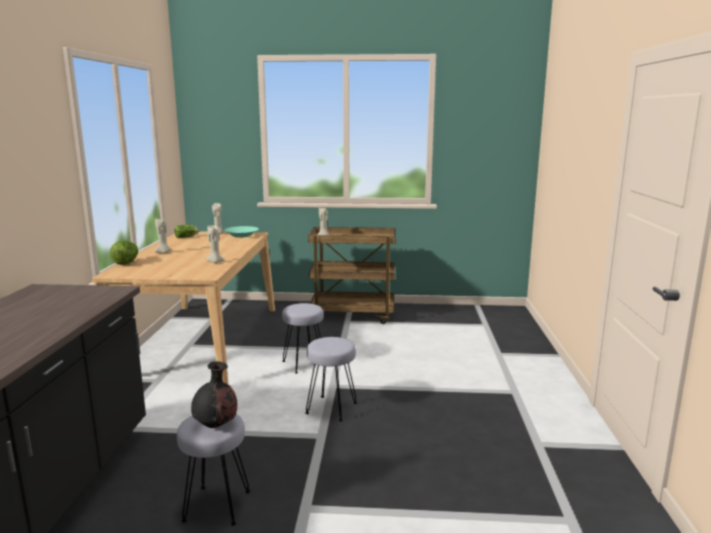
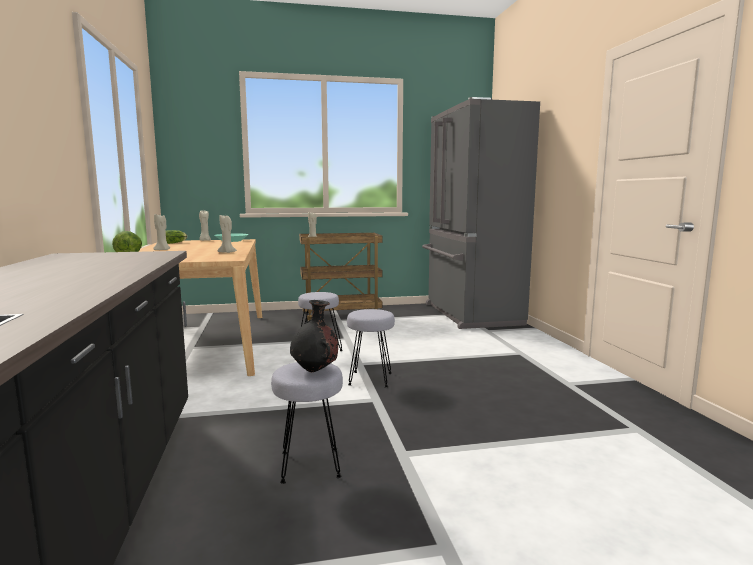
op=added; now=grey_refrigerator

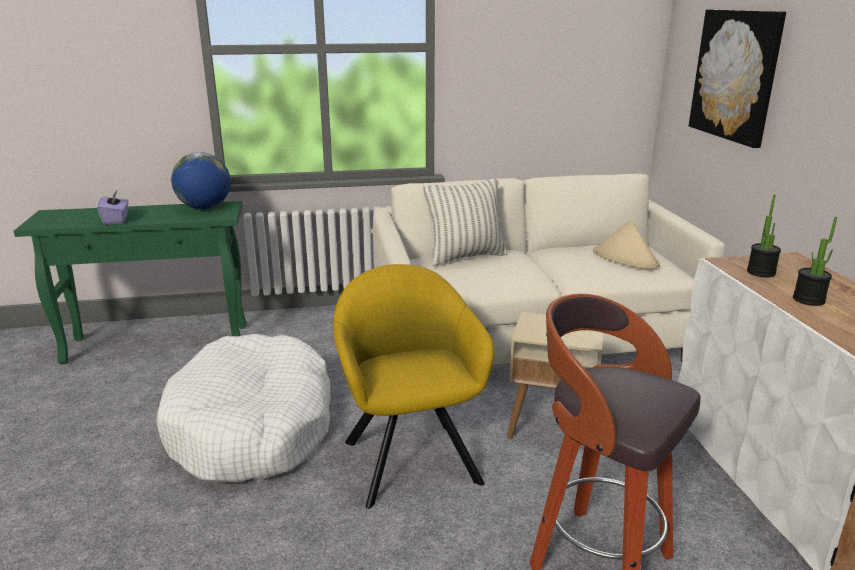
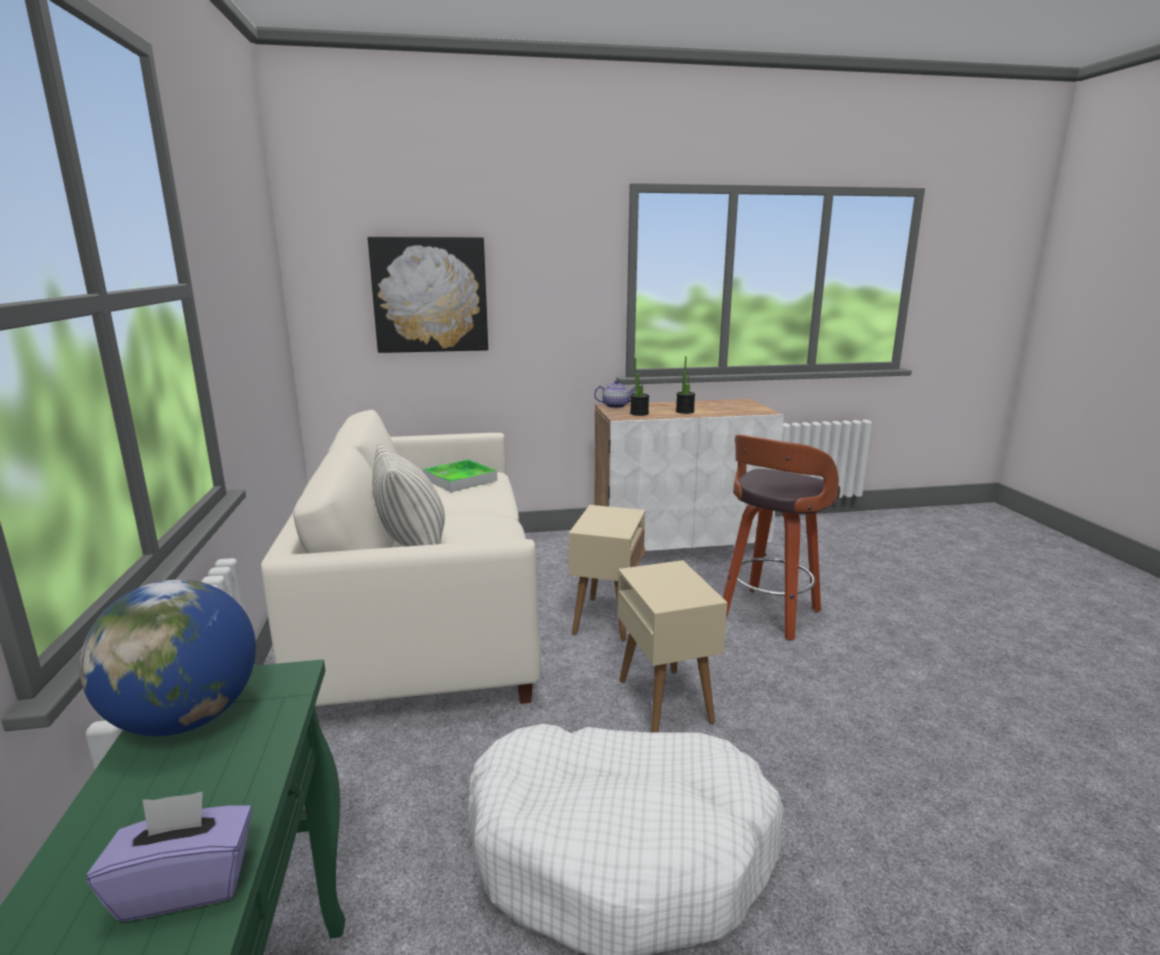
op=replaced; was=beige-coloured_wearable_hat; now=tray
op=added; now=teapot
op=replaced; was=yellow-coloured_easy_chair; now=beige-coloured_accent_table (2nd from left)

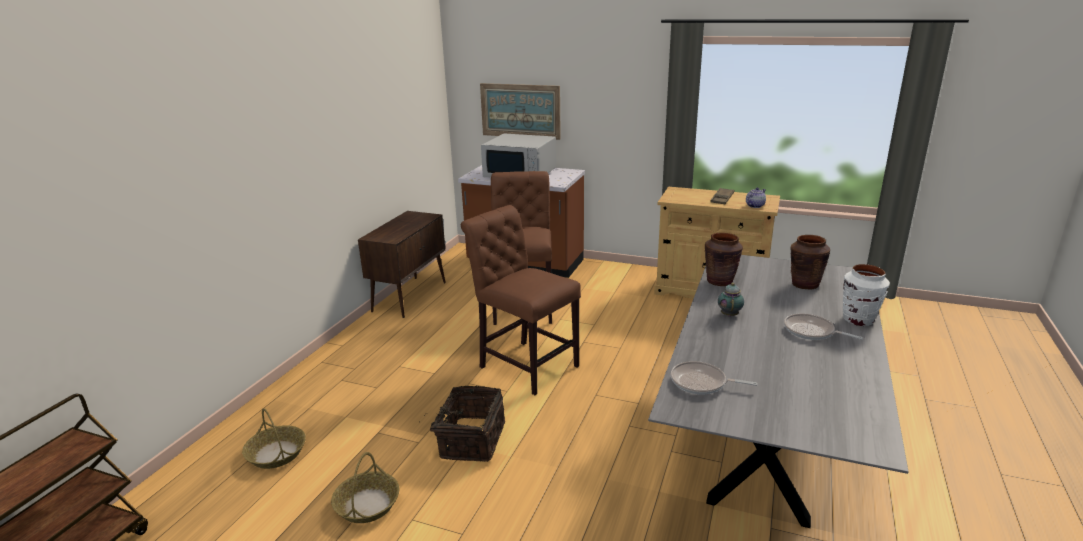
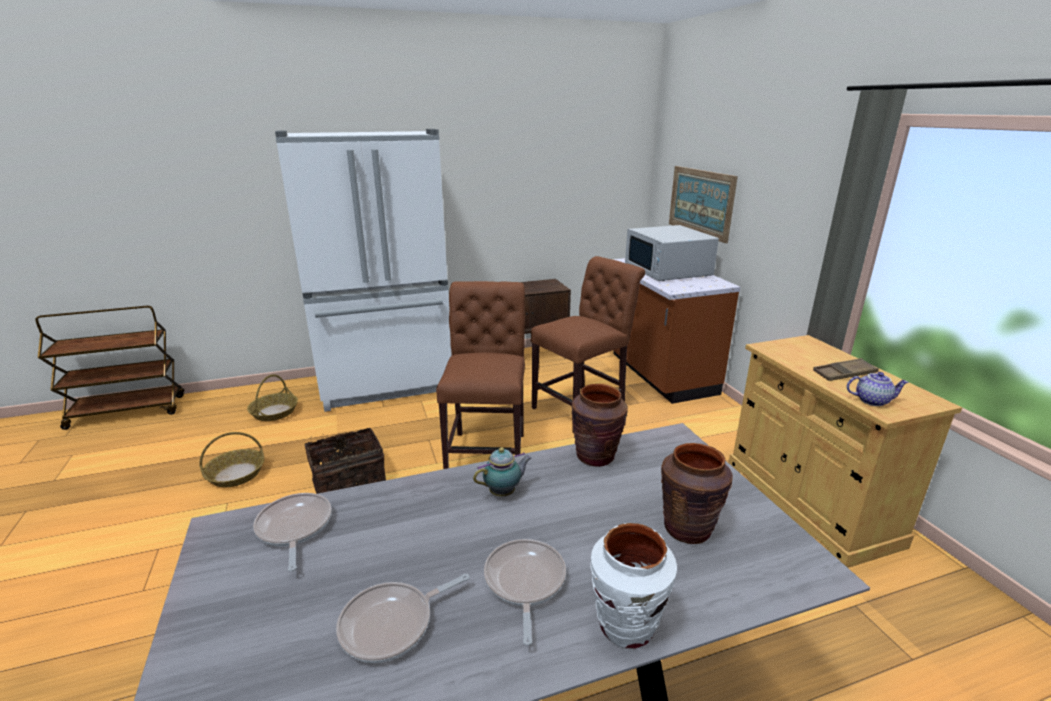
op=added; now=white_refrigerator
op=added; now=pan (2nd from left)

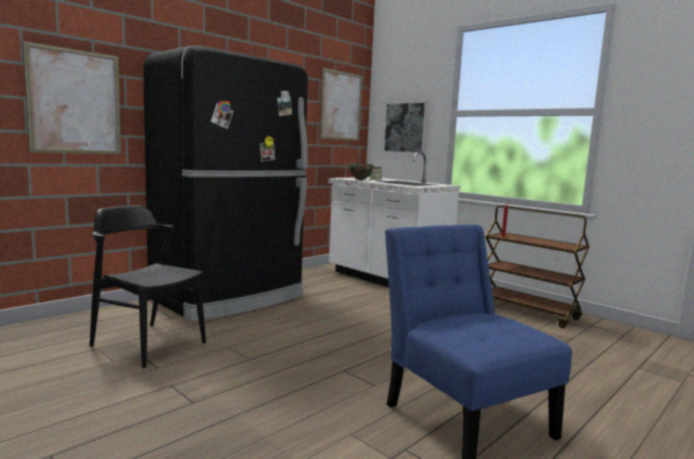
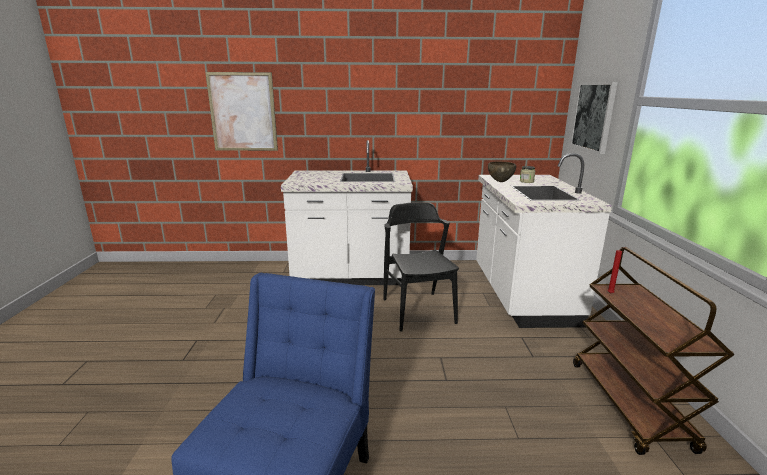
op=replaced; was=blackish_refrigerator; now=white_counter (1st from left)
op=moved; was=blackish_plain_chair
op=removed; was=picture (2nd from left)

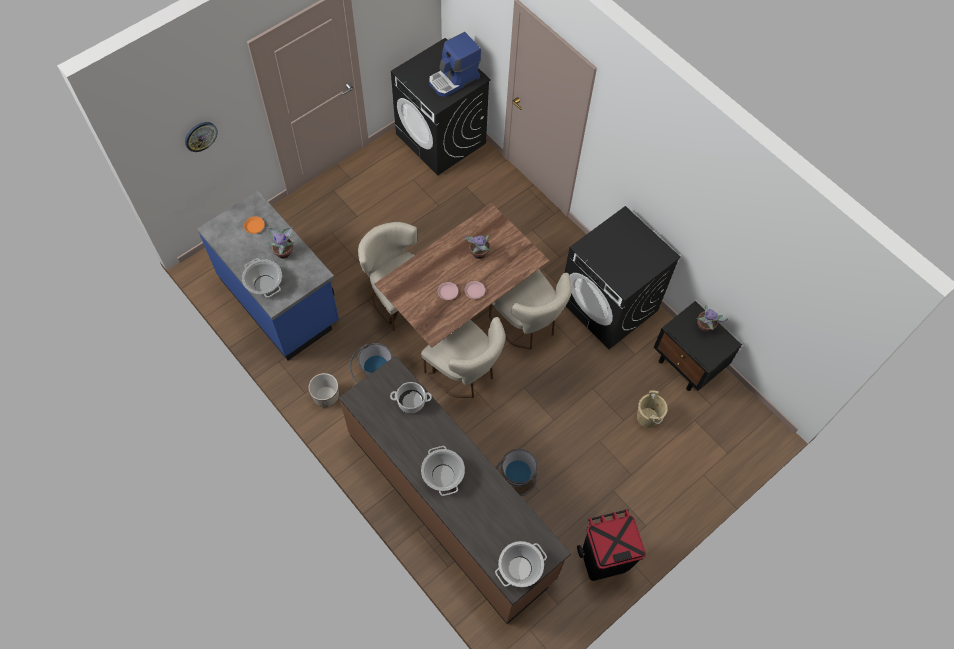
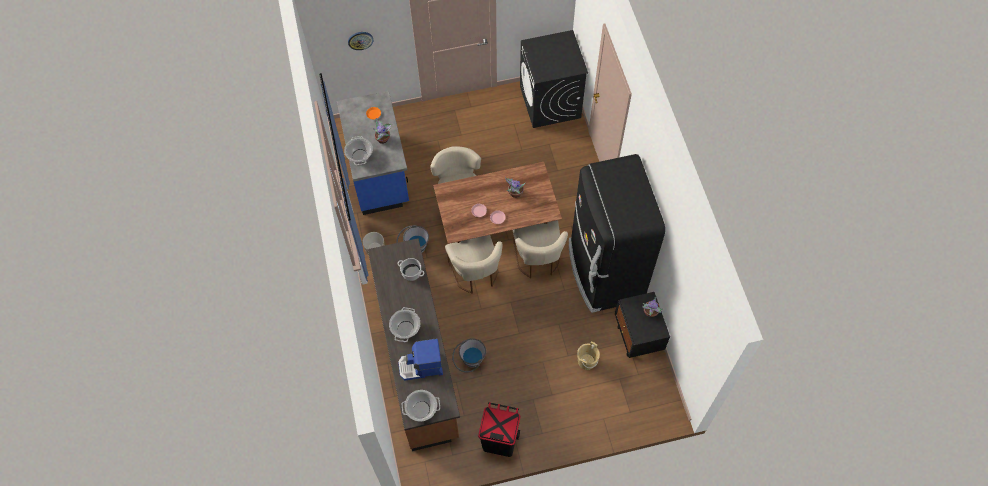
op=moved; was=coffee_brewer
op=replaced; was=blackish_laundry_appliance (2nd from left); now=blackish_refrigerator

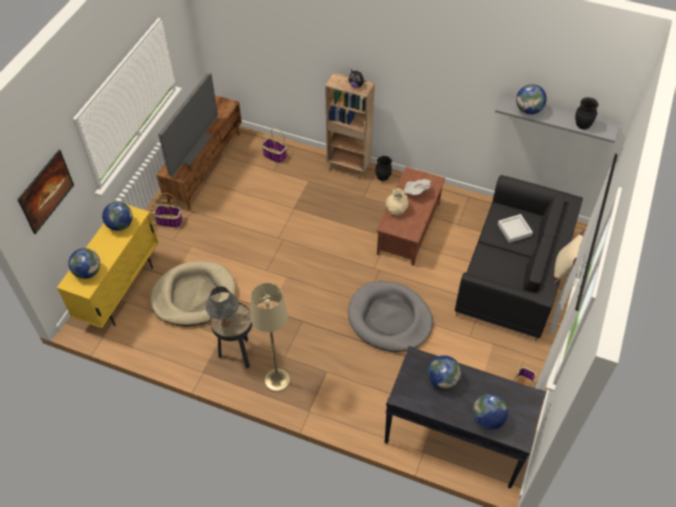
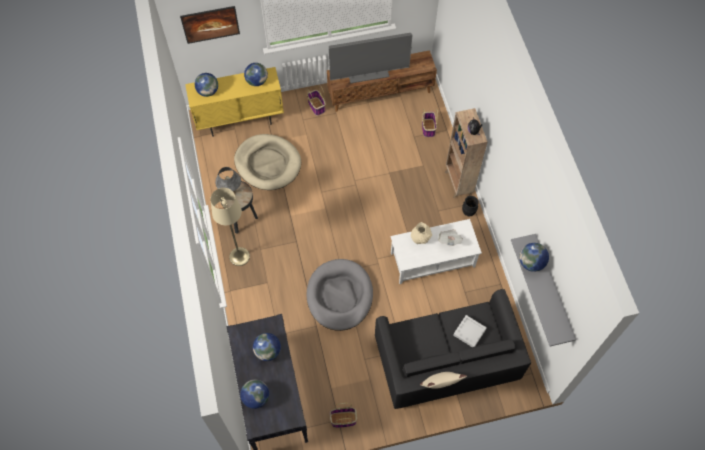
op=recoloured; was=brown-coloured_lounge_table; now=white_lounge_table
op=removed; was=blackish_vase (2nd from left)

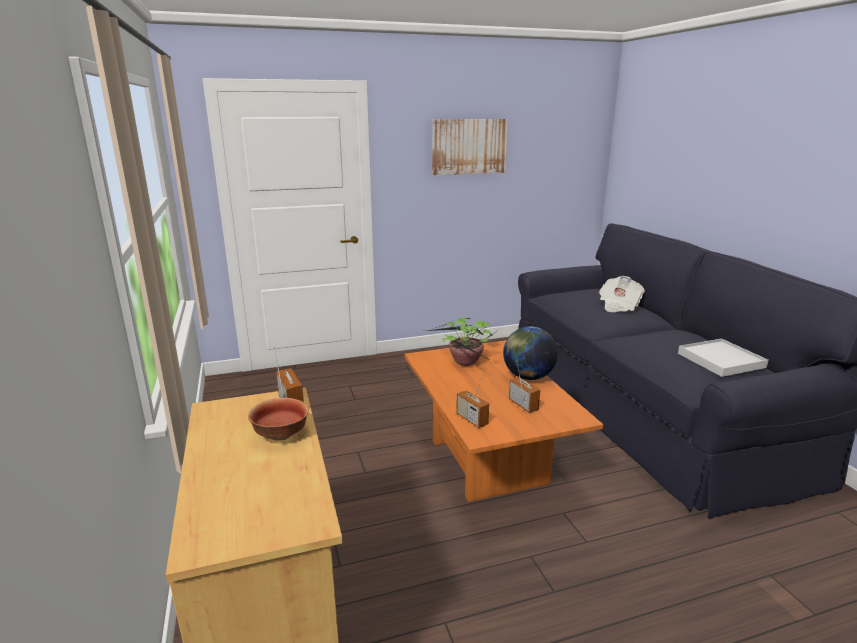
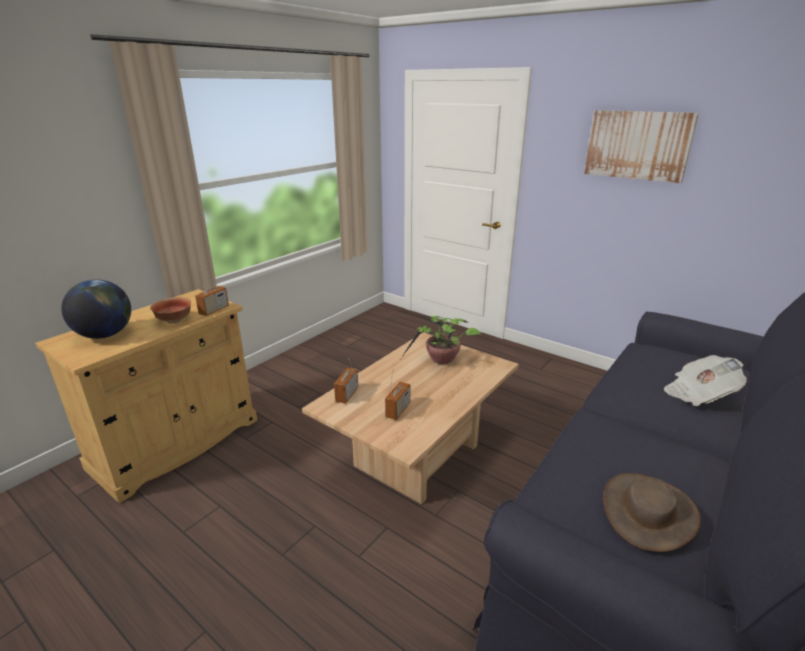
op=moved; was=globe
op=recoloured; was=orangey_lounge_table; now=beige-coloured_lounge_table
op=replaced; was=white_tray; now=brown-coloured_wearable_hat

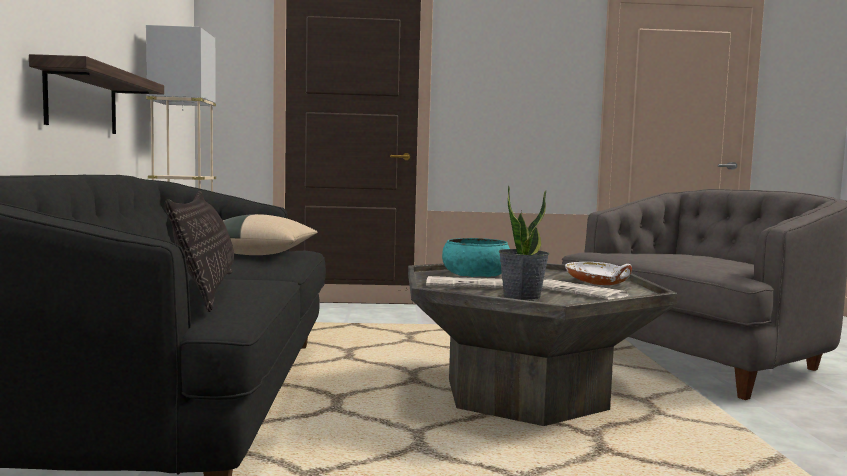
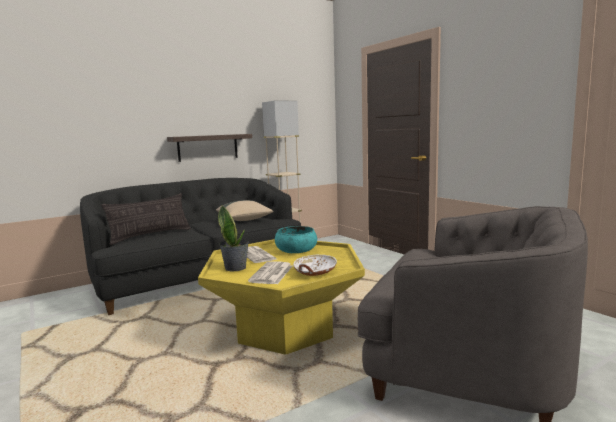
op=recoloured; was=grey_lounge_table; now=yellow-coloured_lounge_table

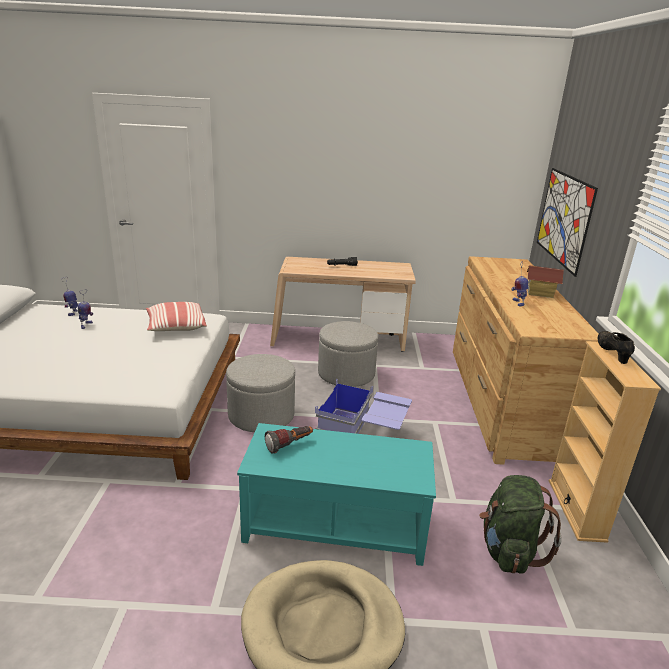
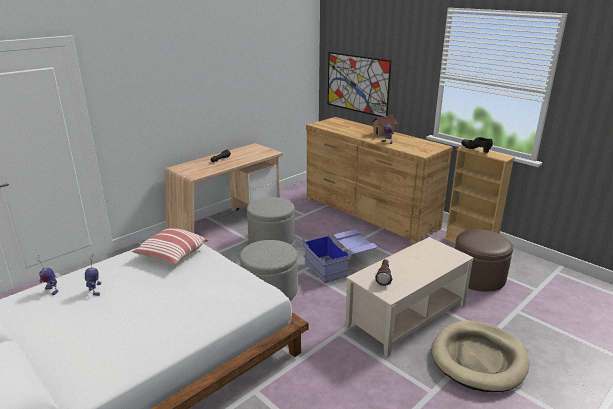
op=recoloured; was=blue-green_lounge_table; now=beige-coloured_lounge_table
op=replaced; was=green-coloured_rucksack; now=brown-coloured_pouffe

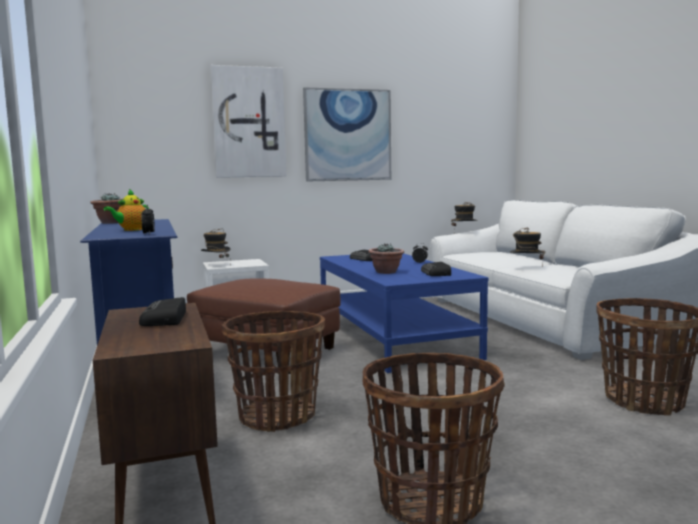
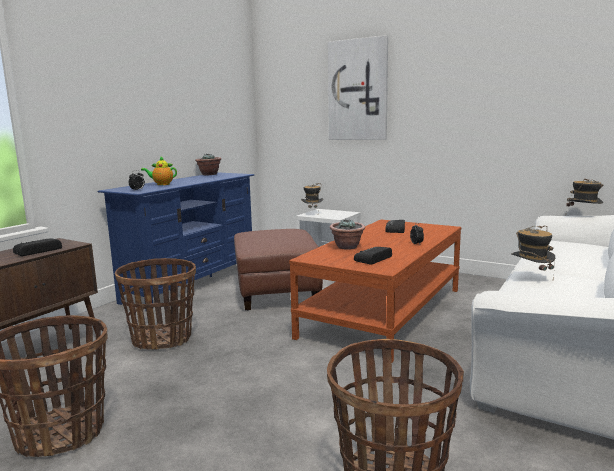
op=recoloured; was=bluish_lounge_table; now=brown-coloured_lounge_table
op=removed; was=picture (2nd from left)

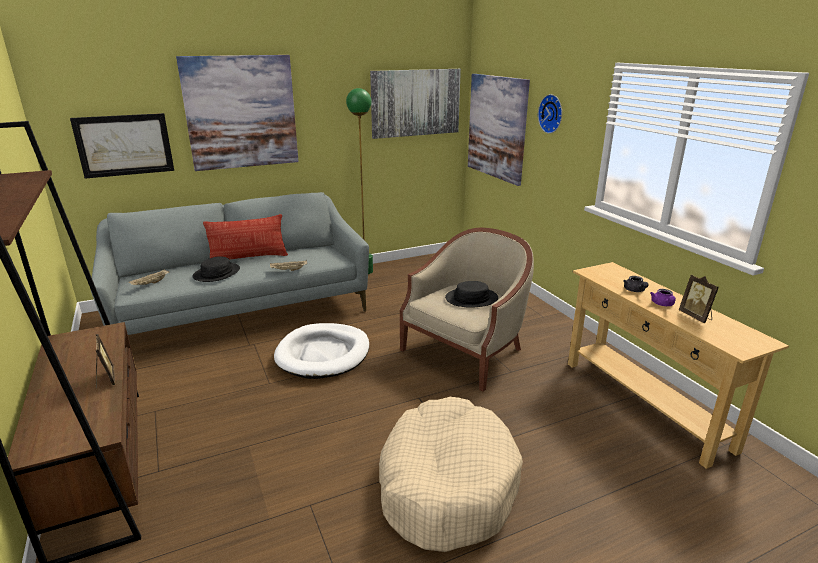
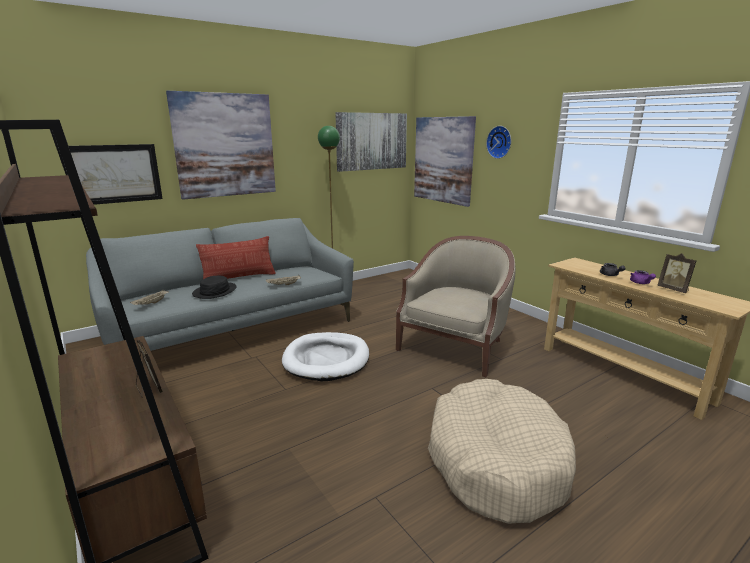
op=removed; was=blackish_wearable_hat (2nd from left)

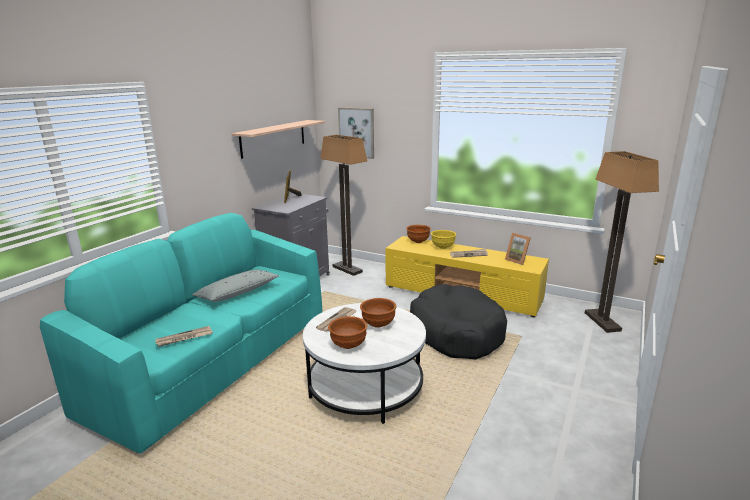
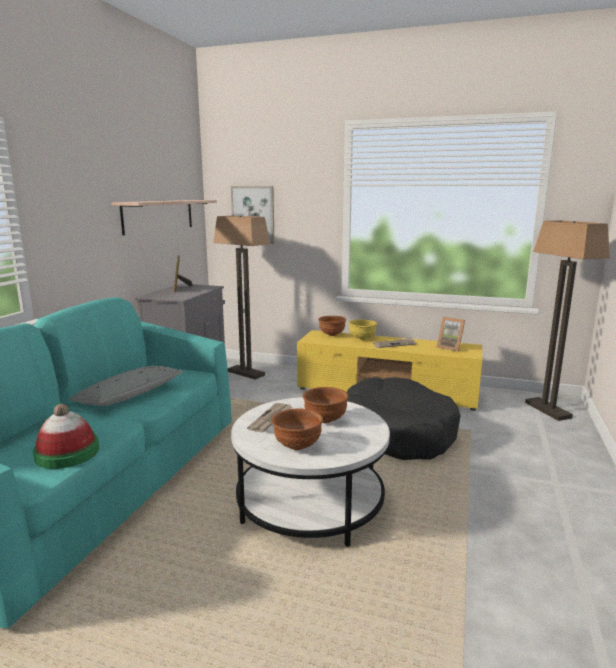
op=replaced; was=daily_paper (1st from left); now=wearable_hat

